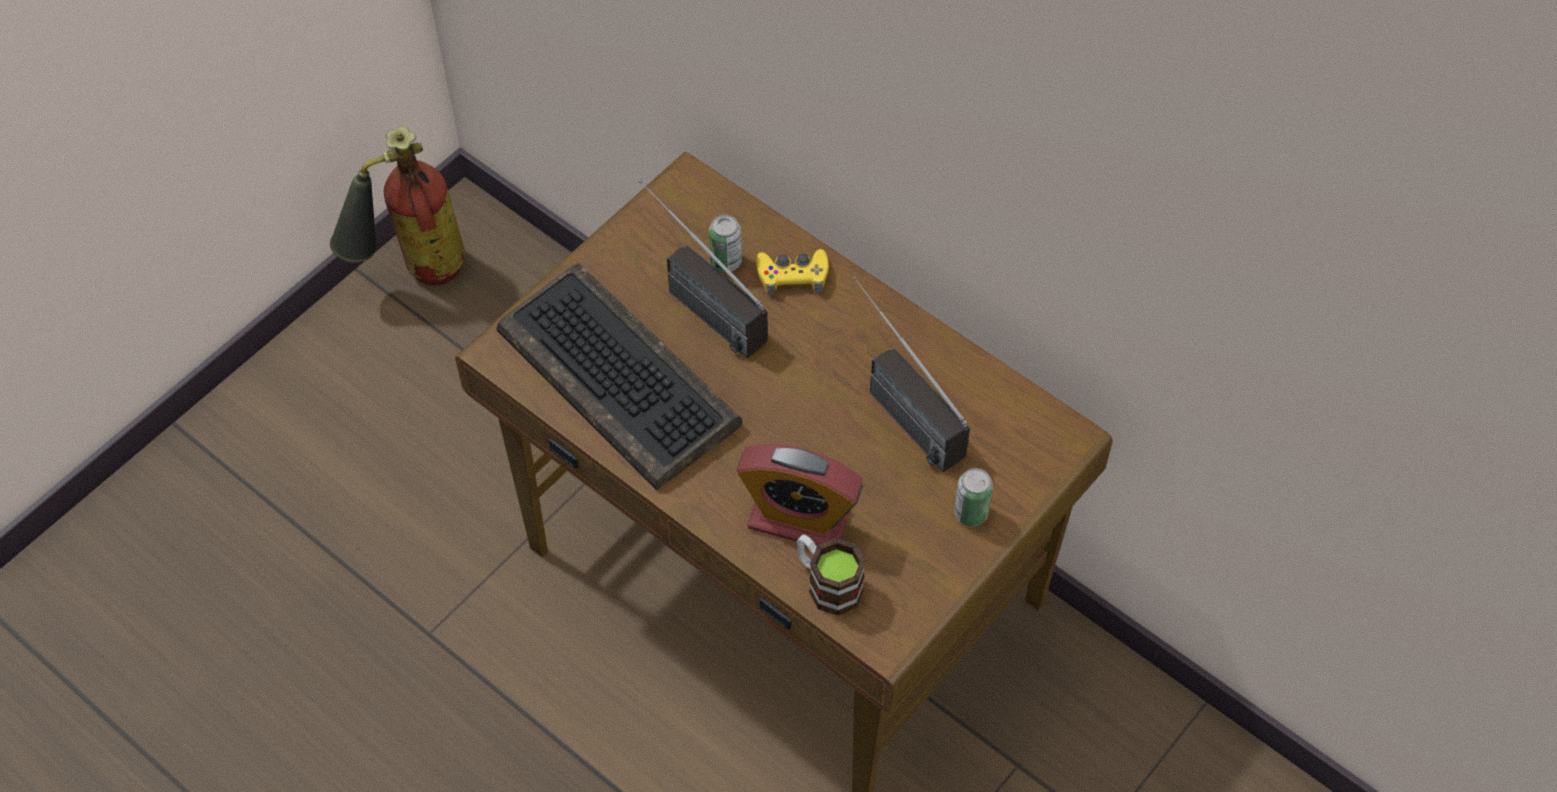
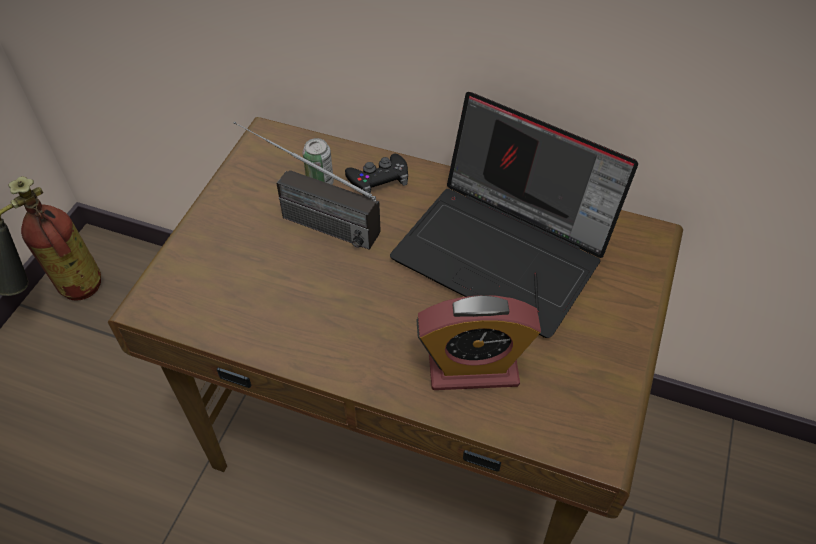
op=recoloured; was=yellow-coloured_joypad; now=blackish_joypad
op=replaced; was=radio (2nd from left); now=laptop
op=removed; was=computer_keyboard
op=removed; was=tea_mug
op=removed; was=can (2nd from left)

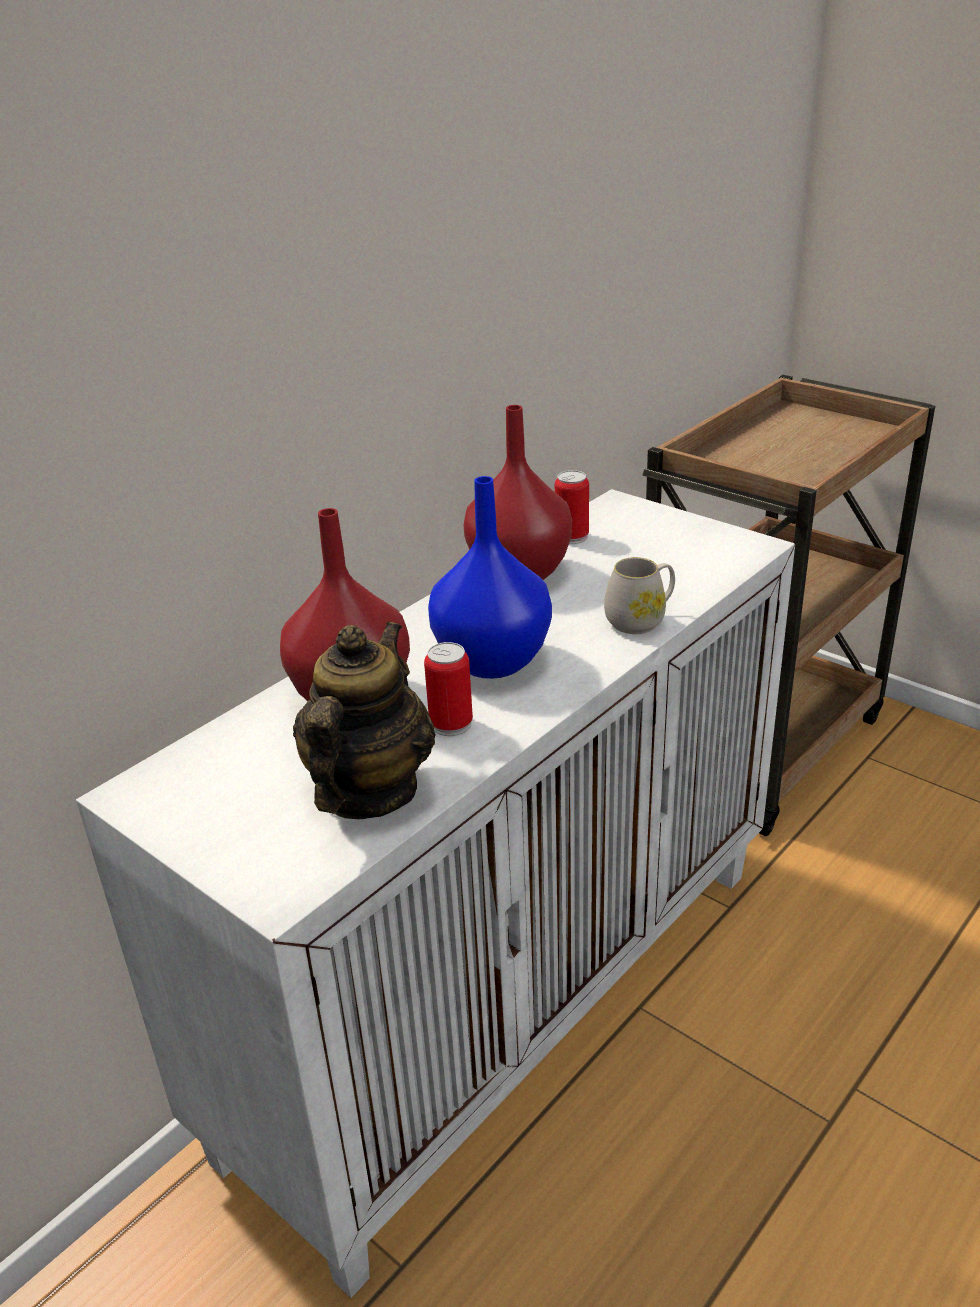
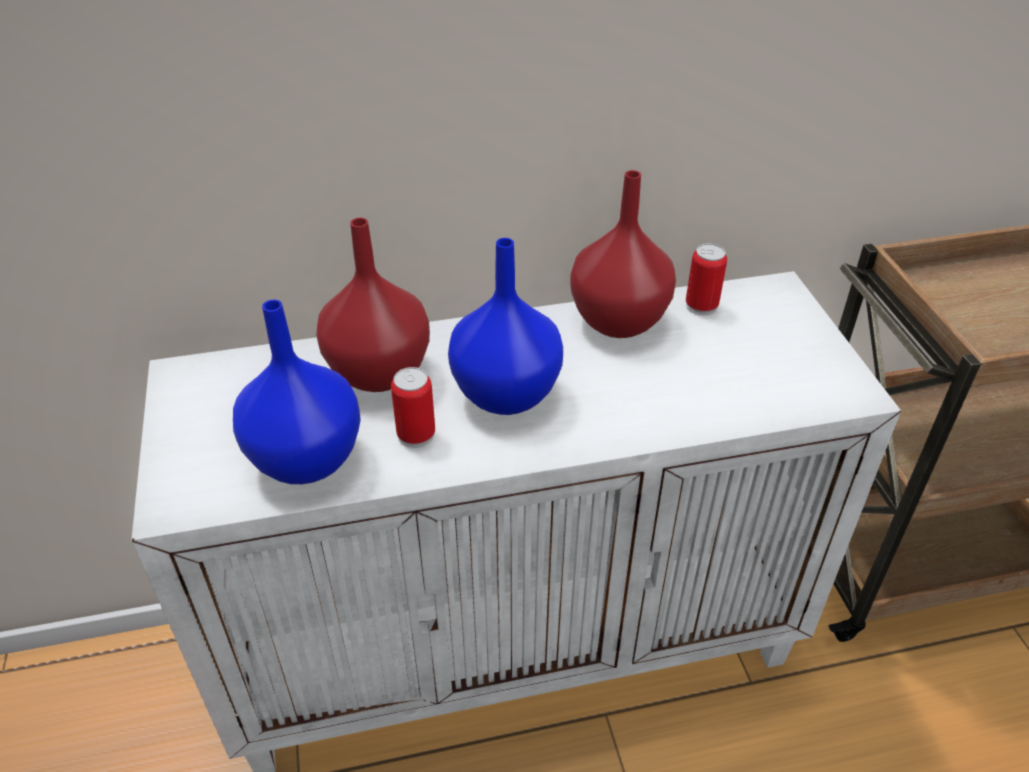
op=replaced; was=teapot; now=bluish_vase (1st from left)
op=removed; was=white_tea_mug

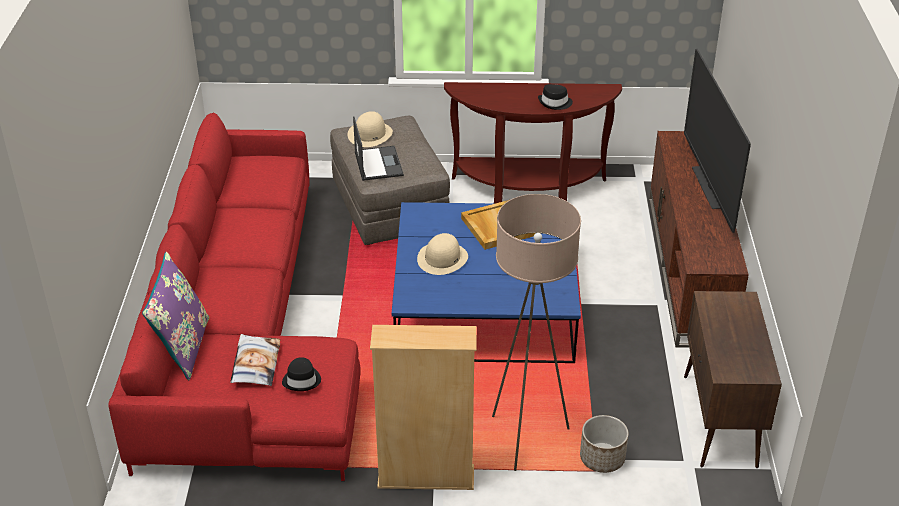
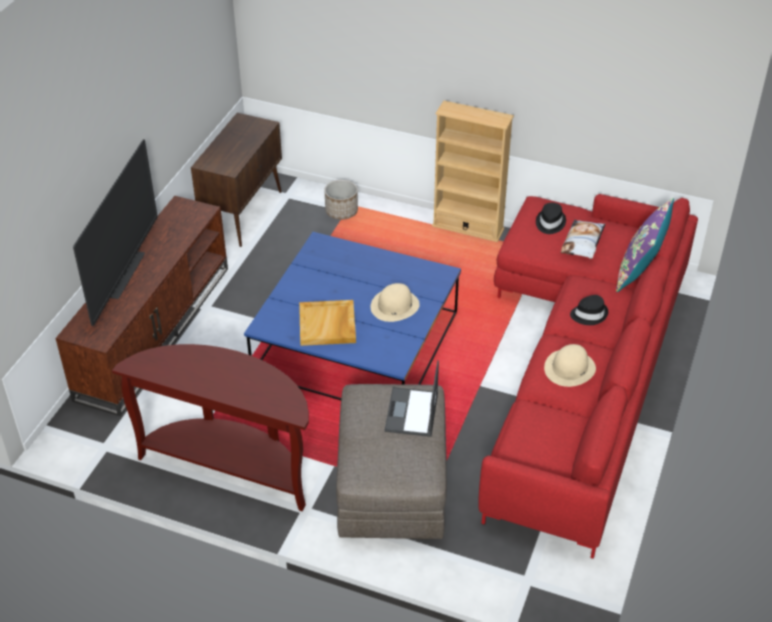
op=moved; was=beige-coloured_wearable_hat (1st from left in the first image); now=beige-coloured_wearable_hat (2nd from left)
op=moved; was=blackish_wearable_hat (2nd from left)
op=removed; was=beige-coloured_floor_lamp

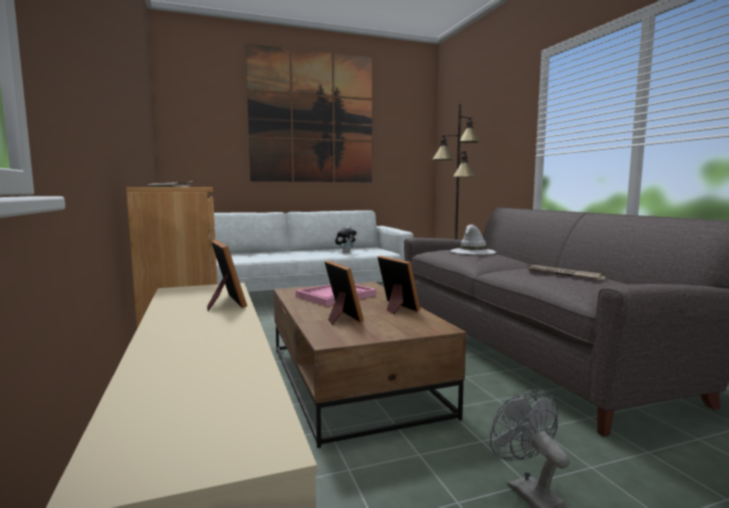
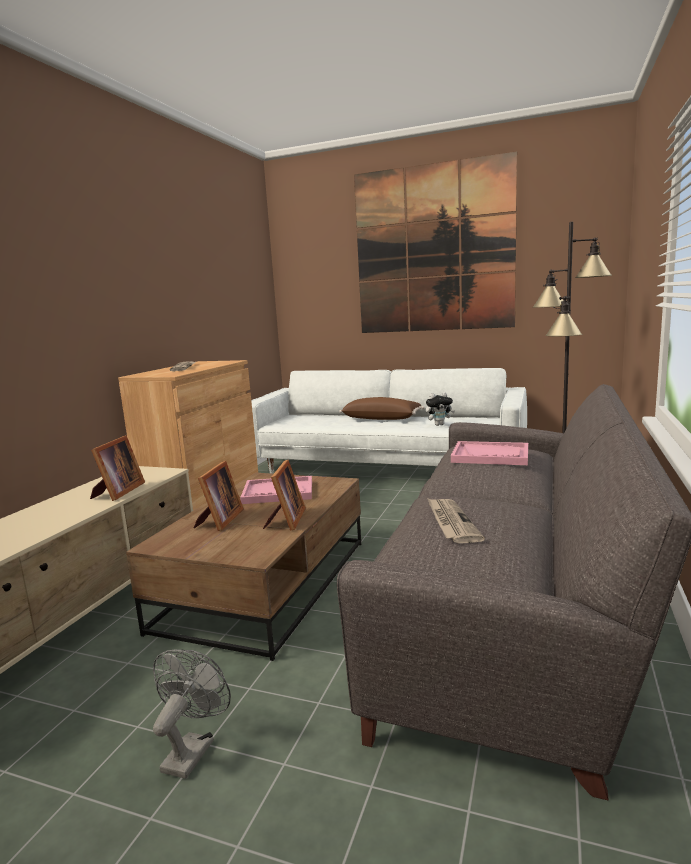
op=added; now=brown-coloured_cushion
op=replaced; was=white_wearable_hat; now=pinkish_tray (2nd from left)

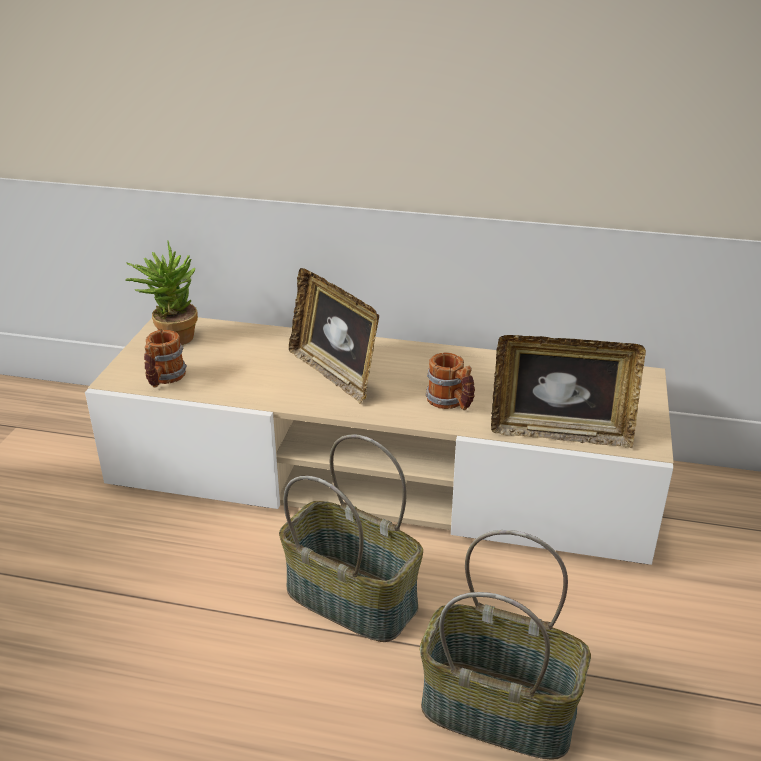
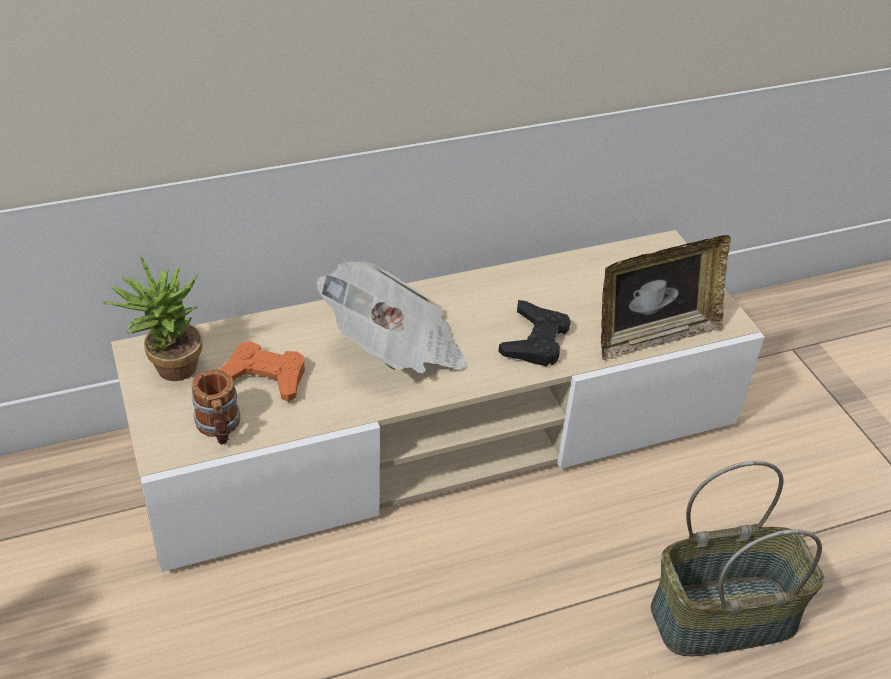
op=added; now=orangey_joypad
op=replaced; was=photo_frame (1st from left); now=daily_paper
op=replaced; was=tea_mug (2nd from left); now=blackish_joypad
op=removed; was=basket (1st from left)

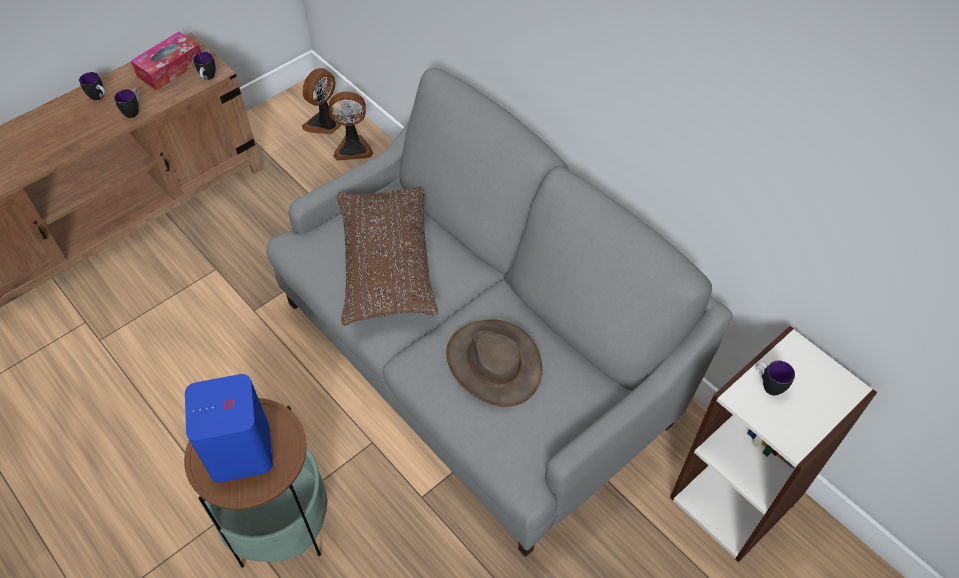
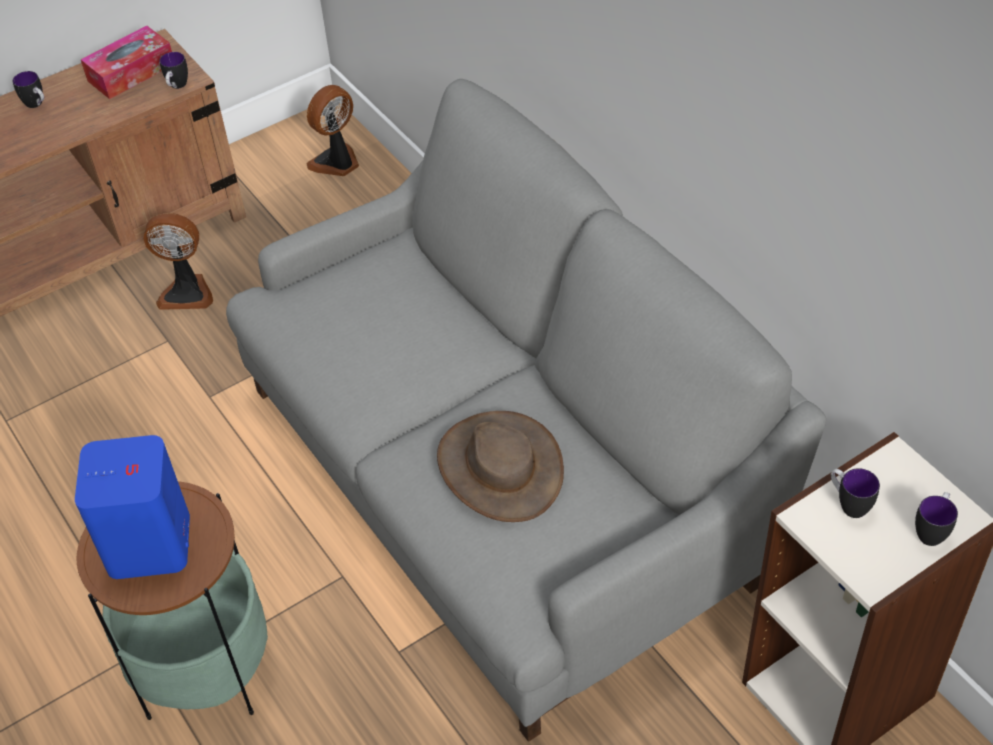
op=moved; was=cooling_fan (2nd from left in the first image); now=cooling_fan (1st from left)
op=moved; was=tea_mug (2nd from left in the first image); now=tea_mug (4th from left)
op=removed; was=brown-coloured_cushion

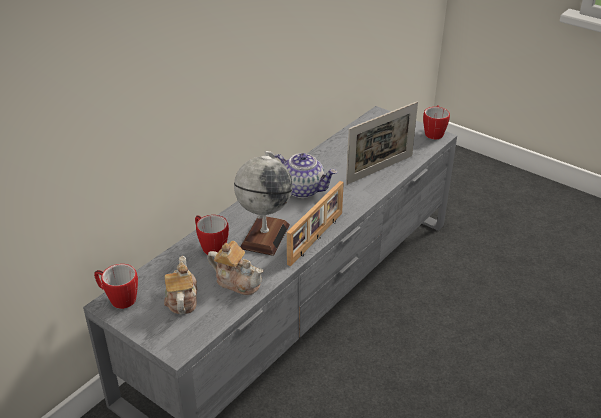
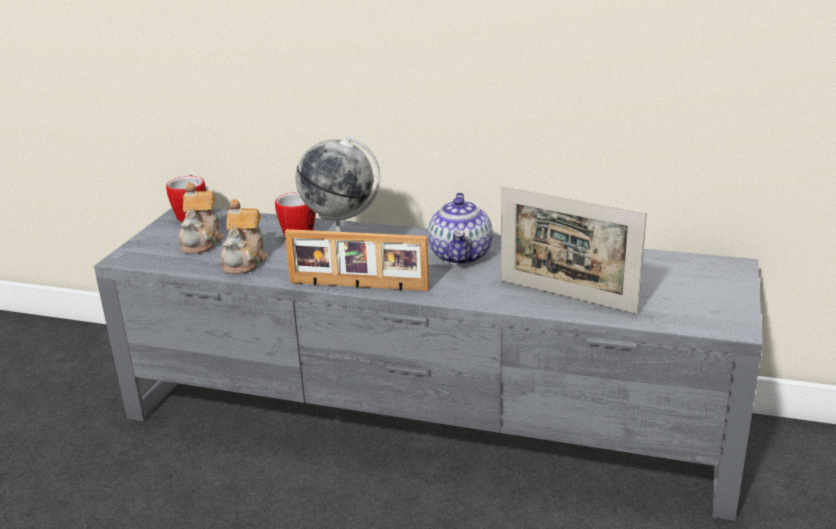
op=turned; was=teapot (1st from left); clockwise=120
op=removed; was=tea_mug (3rd from left)

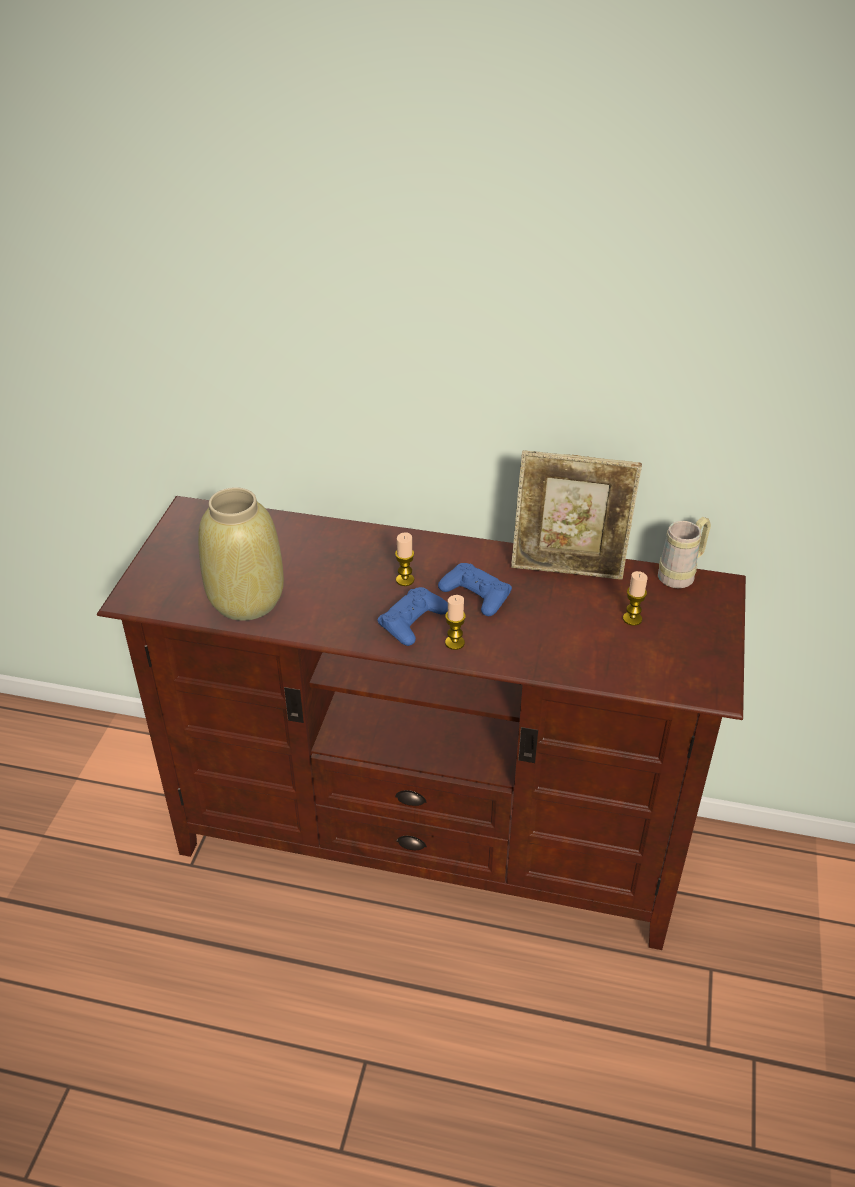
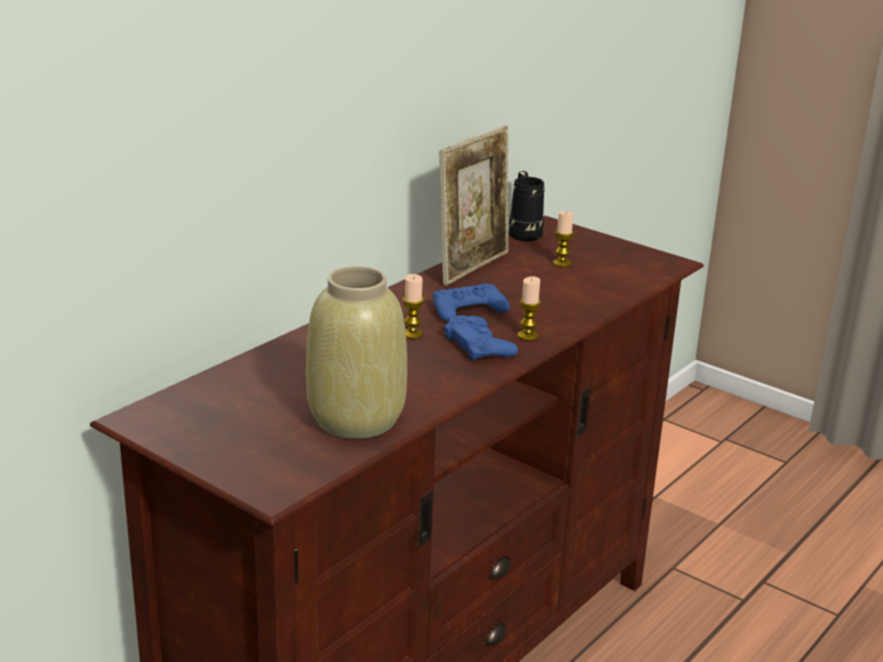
op=recoloured; was=beige-coloured_tea_mug; now=blackish_tea_mug

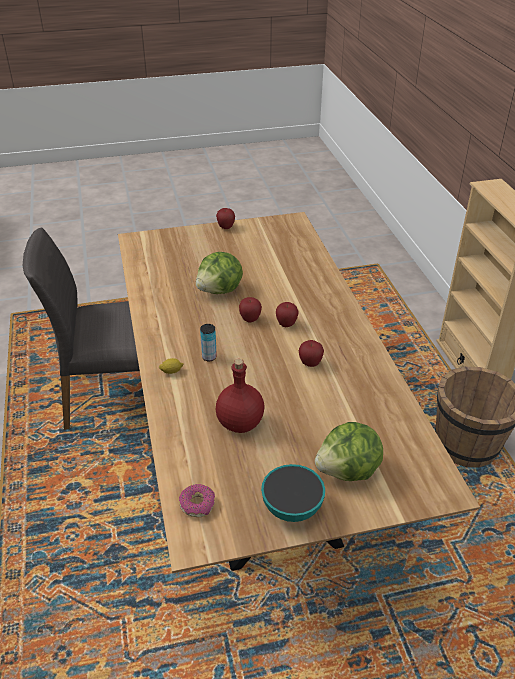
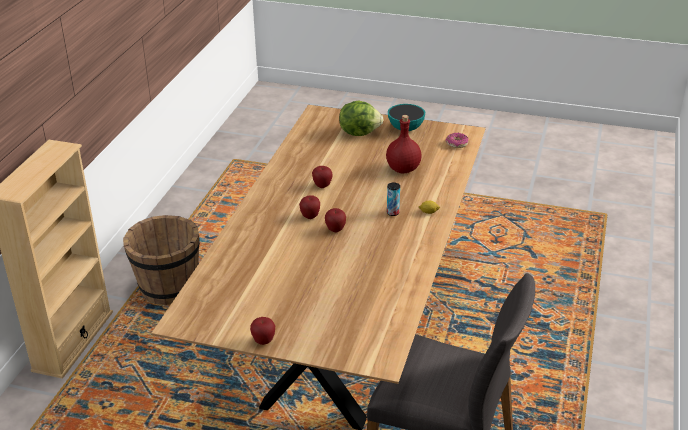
op=removed; was=lettuce_head (1st from left)

